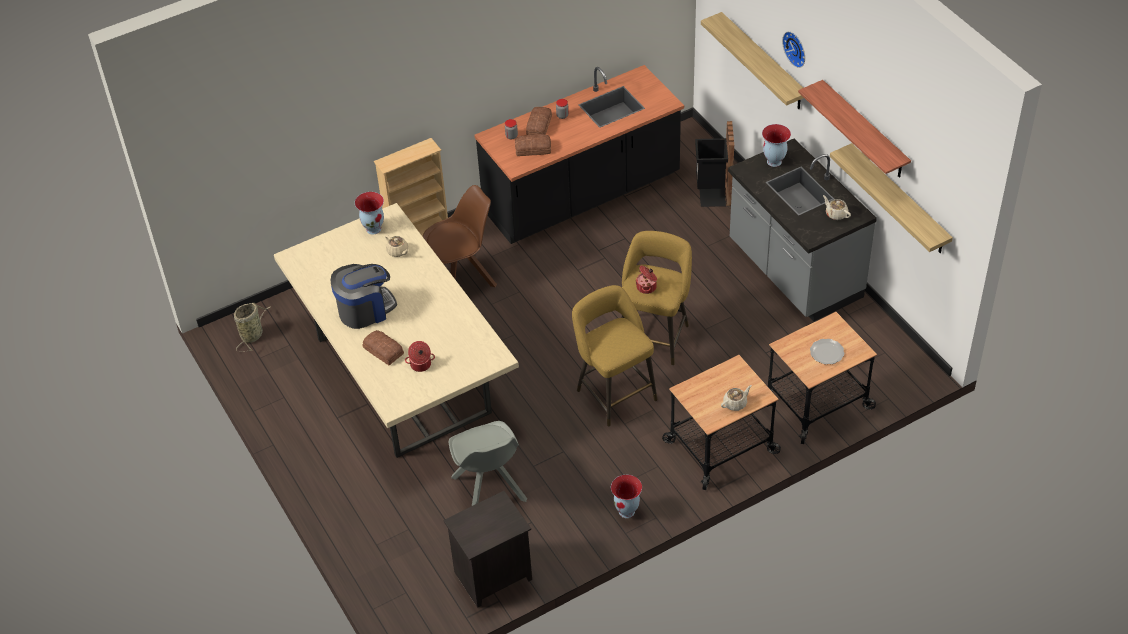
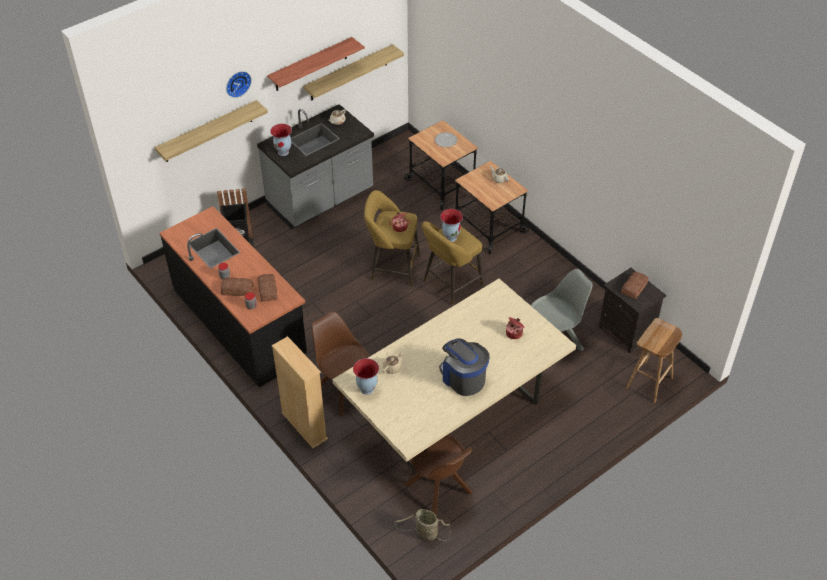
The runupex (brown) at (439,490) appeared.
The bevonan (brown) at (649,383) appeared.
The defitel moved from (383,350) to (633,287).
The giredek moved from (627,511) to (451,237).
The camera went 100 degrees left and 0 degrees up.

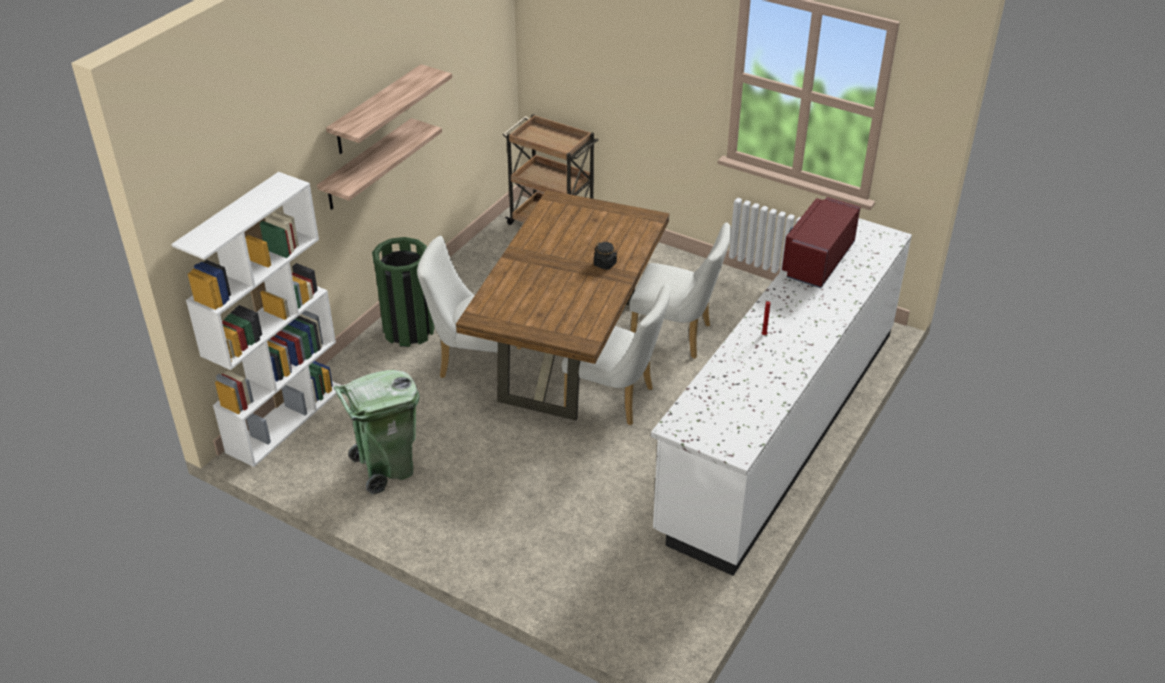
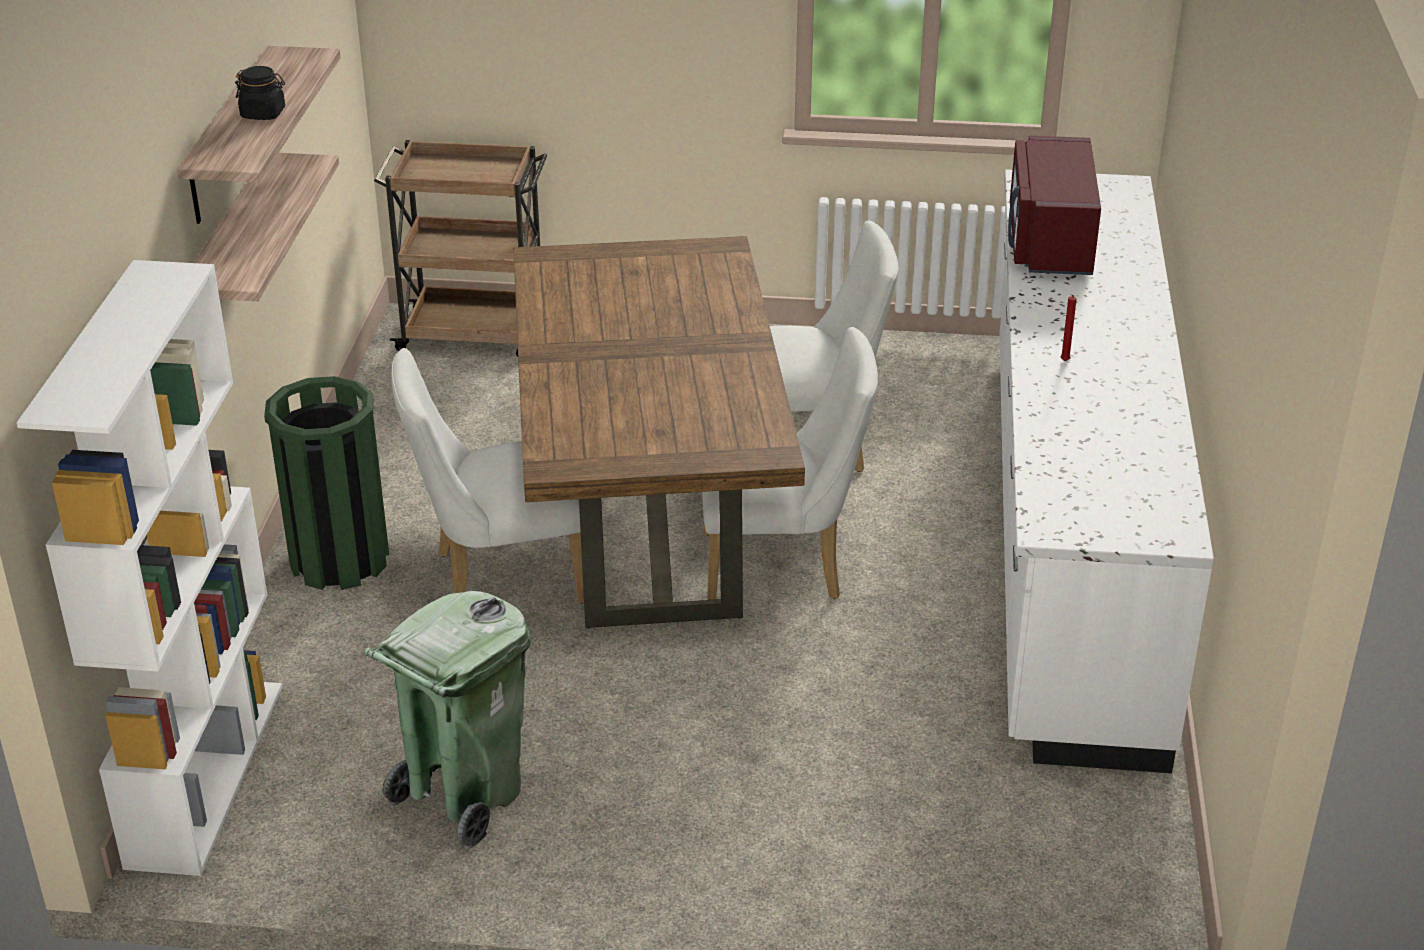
The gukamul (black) moved from (605,264) to (263,114).
The camera went 25 degrees left and 5 degrees down.

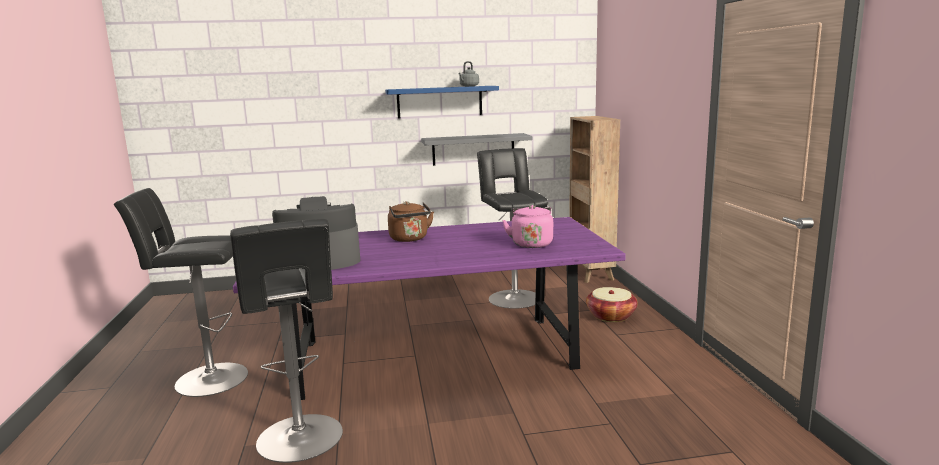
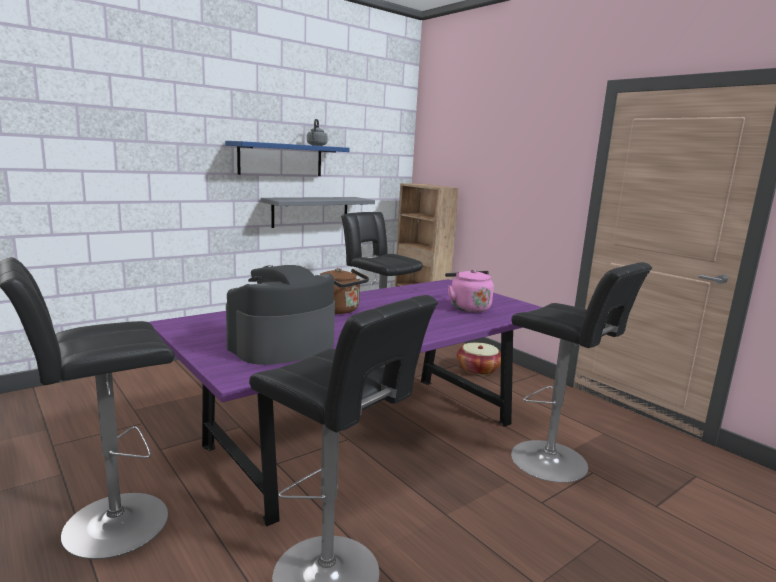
The bevonan (black) at (554,463) appeared.
The camera went 30 degrees left and 0 degrees up.

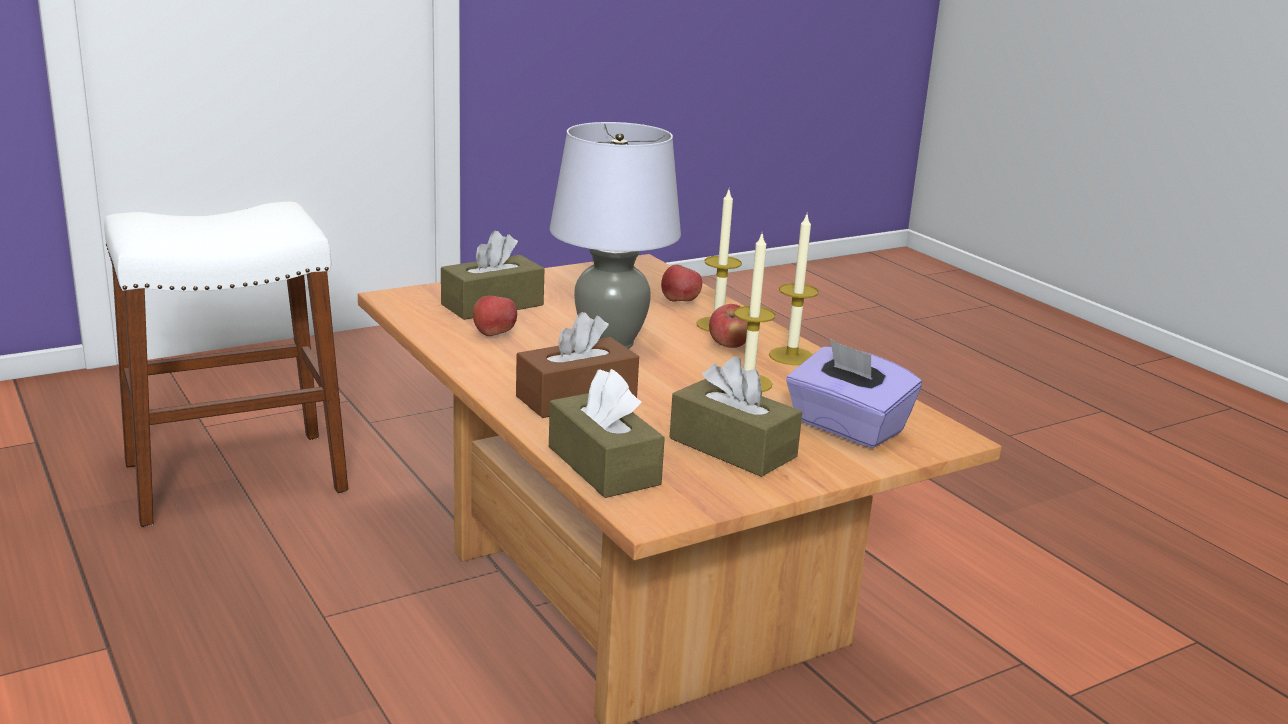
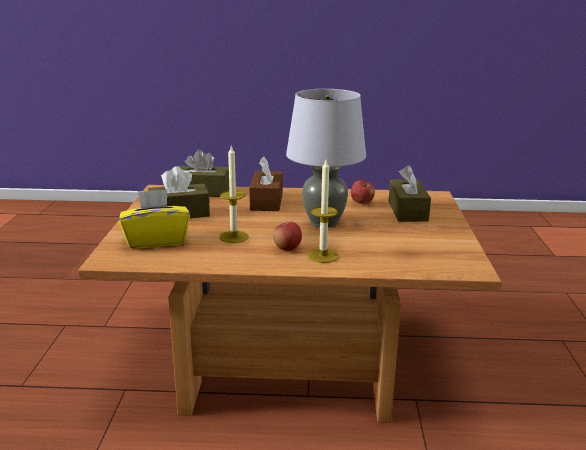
The bevonan (white) at (235,477) disappeared.
The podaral at (680,301) disappeared.
The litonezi at (791,356) disappeared.
The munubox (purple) at (846,427) became the munubox (yellow) at (156,240).
The camera went 125 degrees right and 0 degrees up.

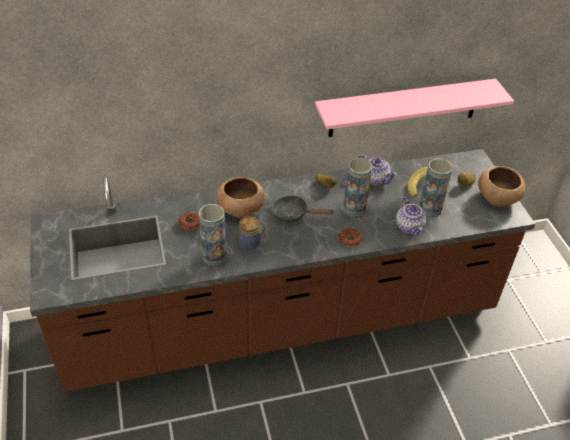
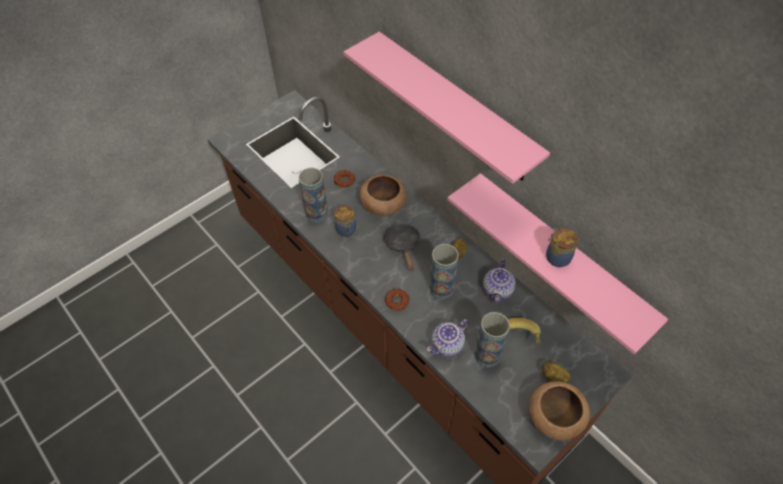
The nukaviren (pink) at (455,108) appeared.
The gukamul at (557,257) appeared.
The camera went 65 degrees right and 10 degrees up.

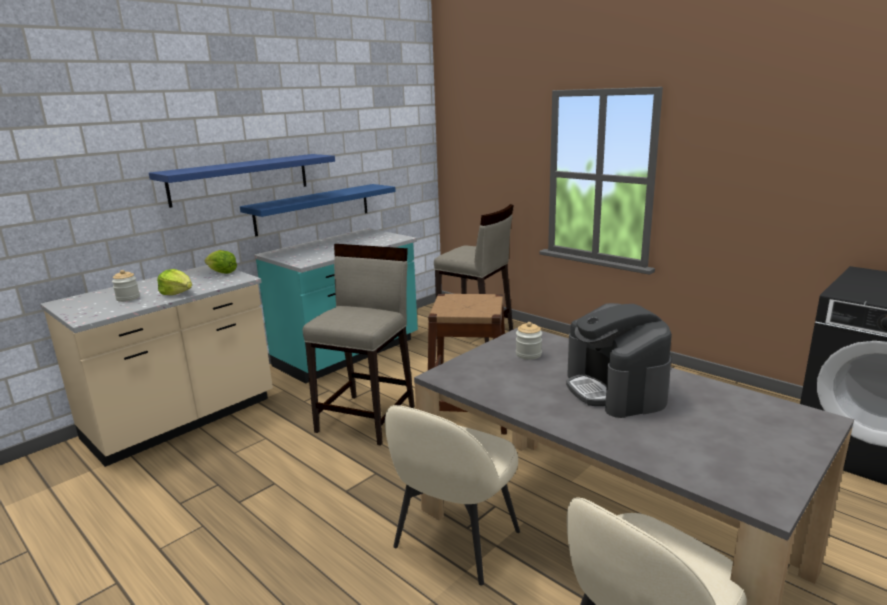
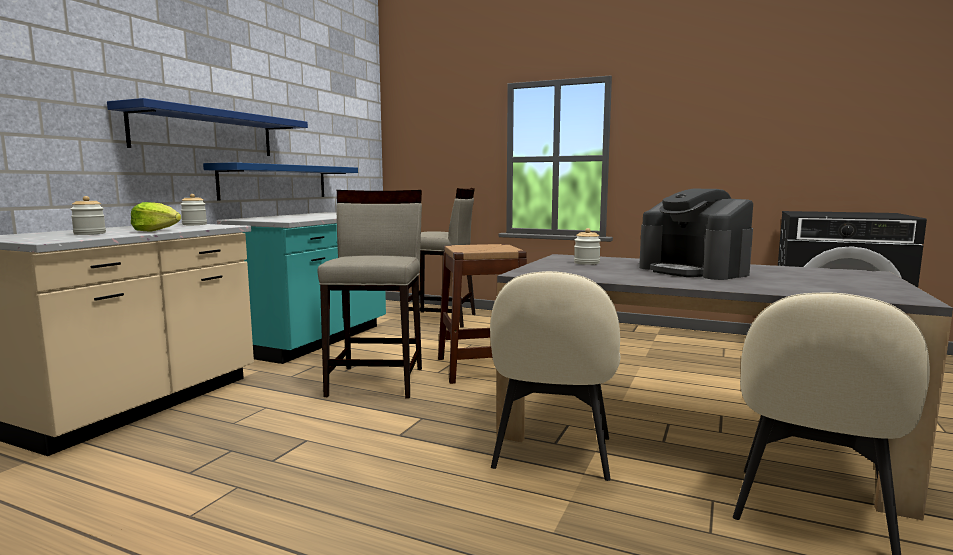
The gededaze at (222,272) was replaced by the gukamul at (194,224).
The camera went 20 degrees left and 10 degrees down.

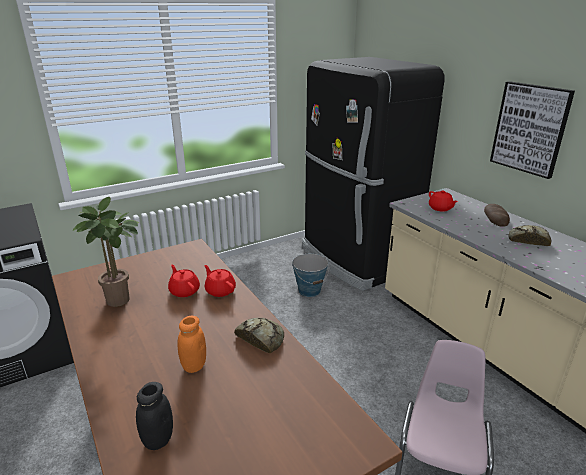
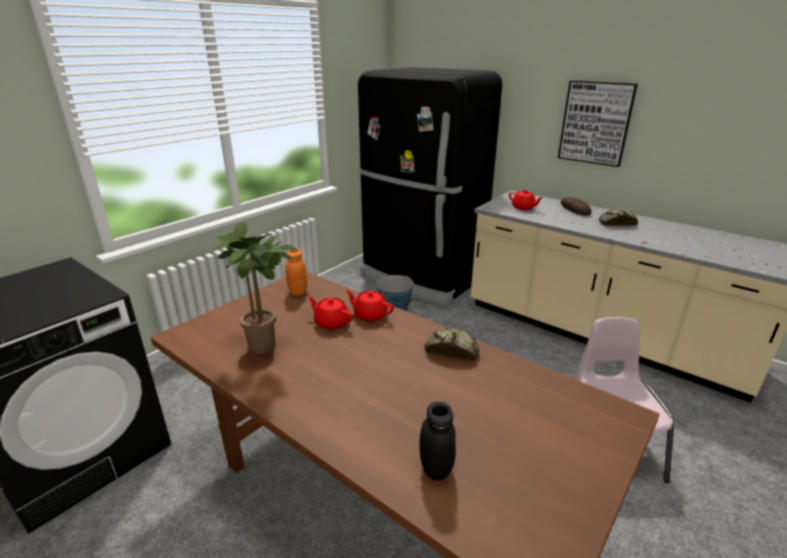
The gukamul (orange) moved from (194,365) to (298,292).
The camera went 20 degrees left and 0 degrees up.

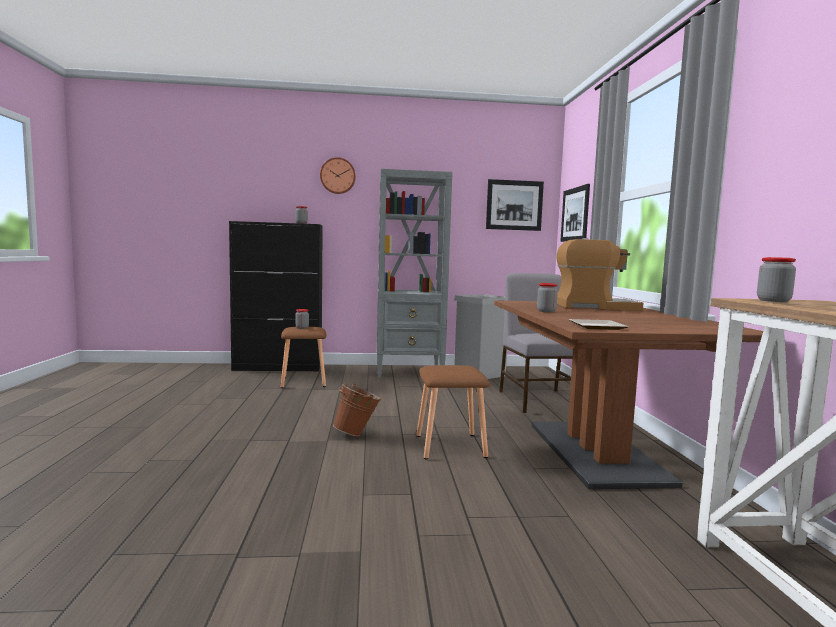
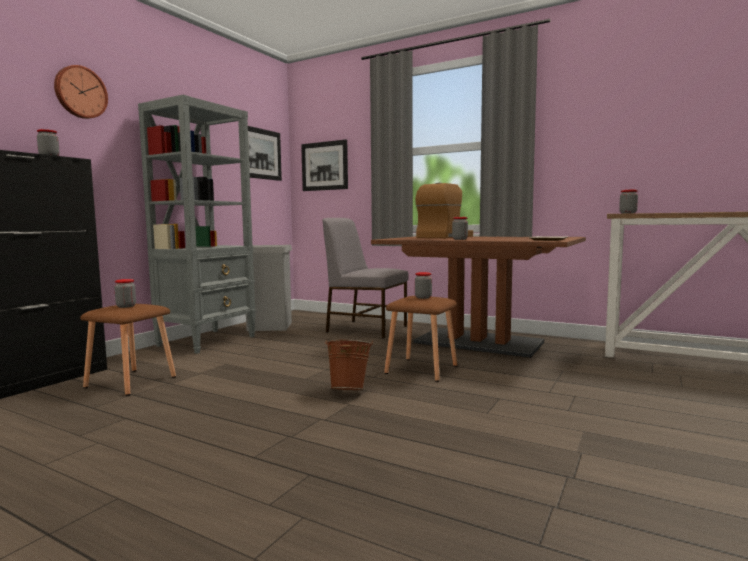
The gukamul at (423,297) appeared.
The camera went 55 degrees left and 0 degrees up.

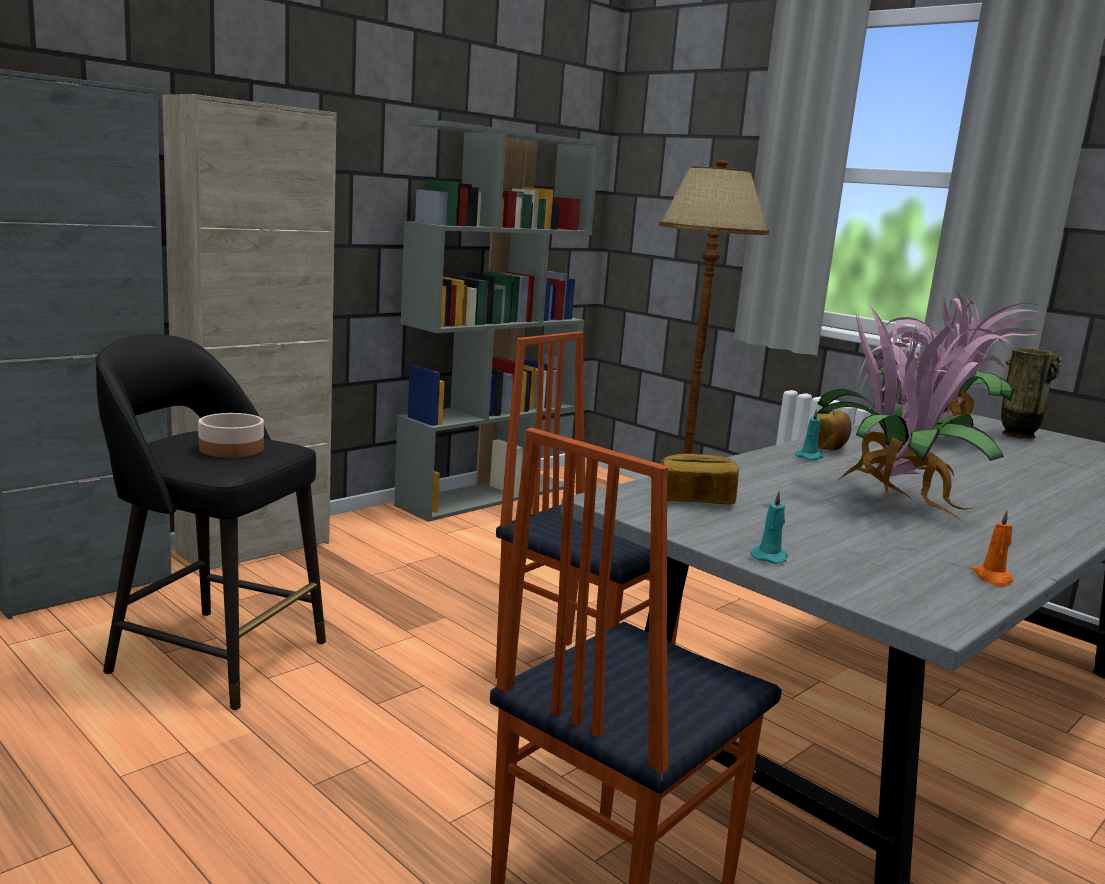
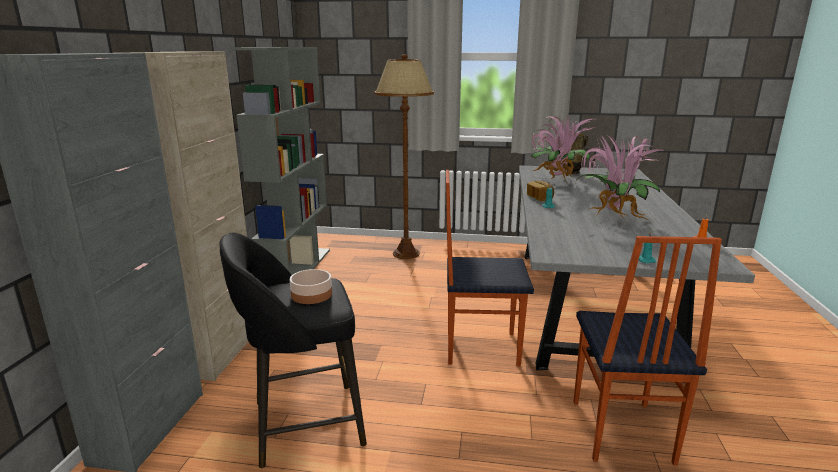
The defitel at (695,500) disappeared.
The camera went 35 degrees left and 5 degrees up.

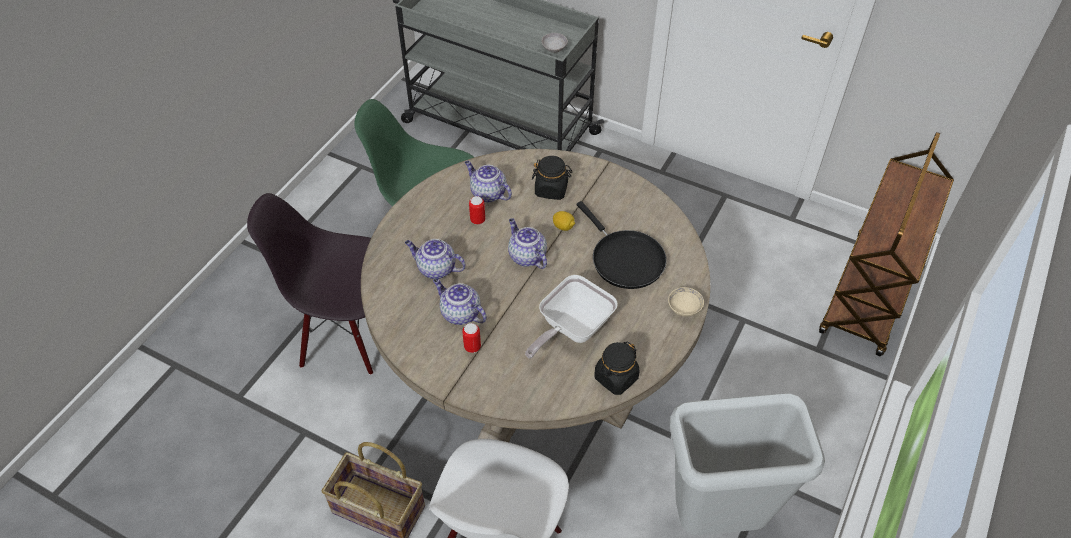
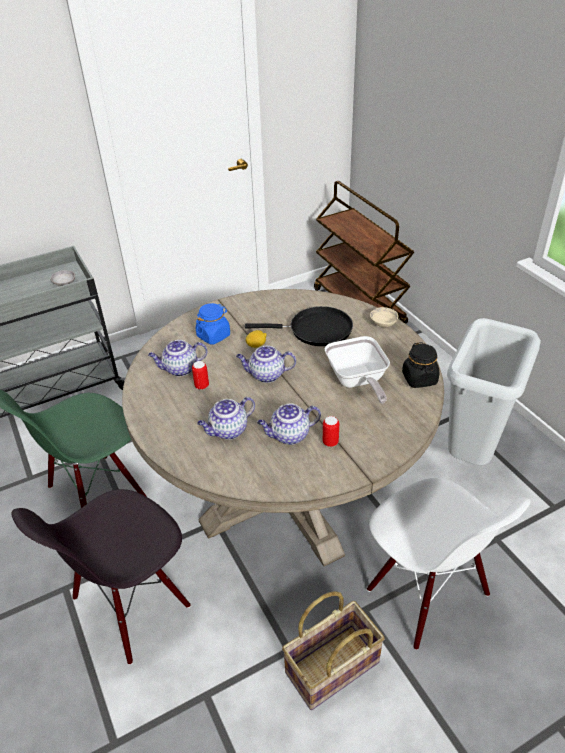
The gukamul (black) at (551,189) became the gukamul (blue) at (213,336).
The camera went 55 degrees left and 10 degrees down.

